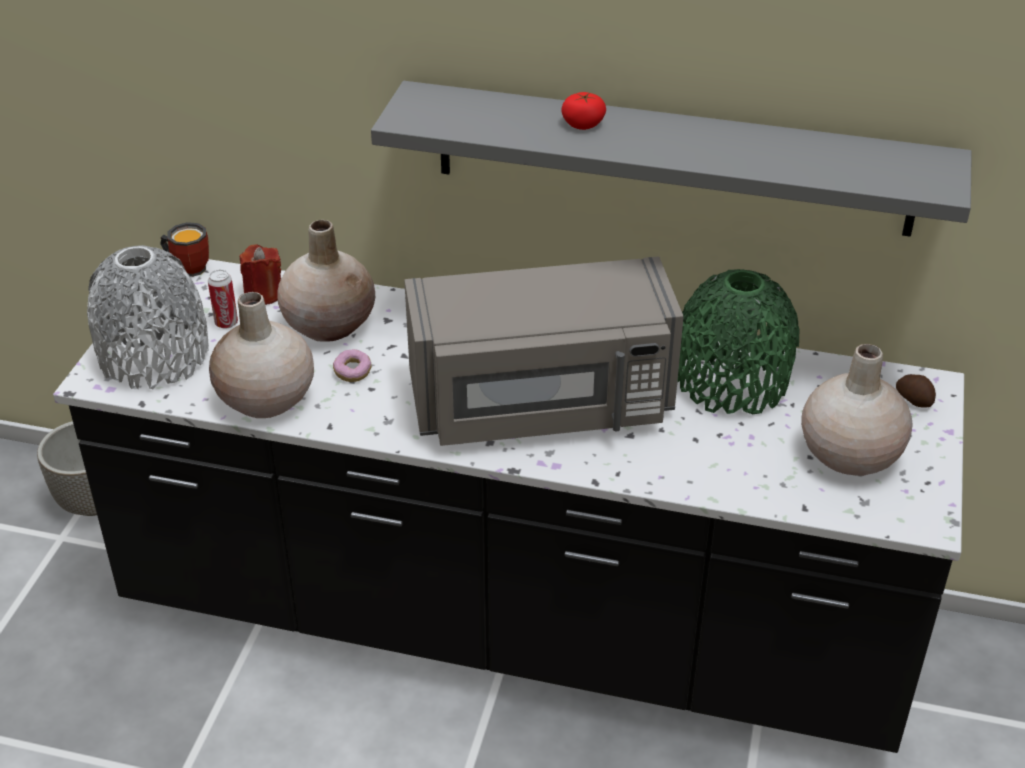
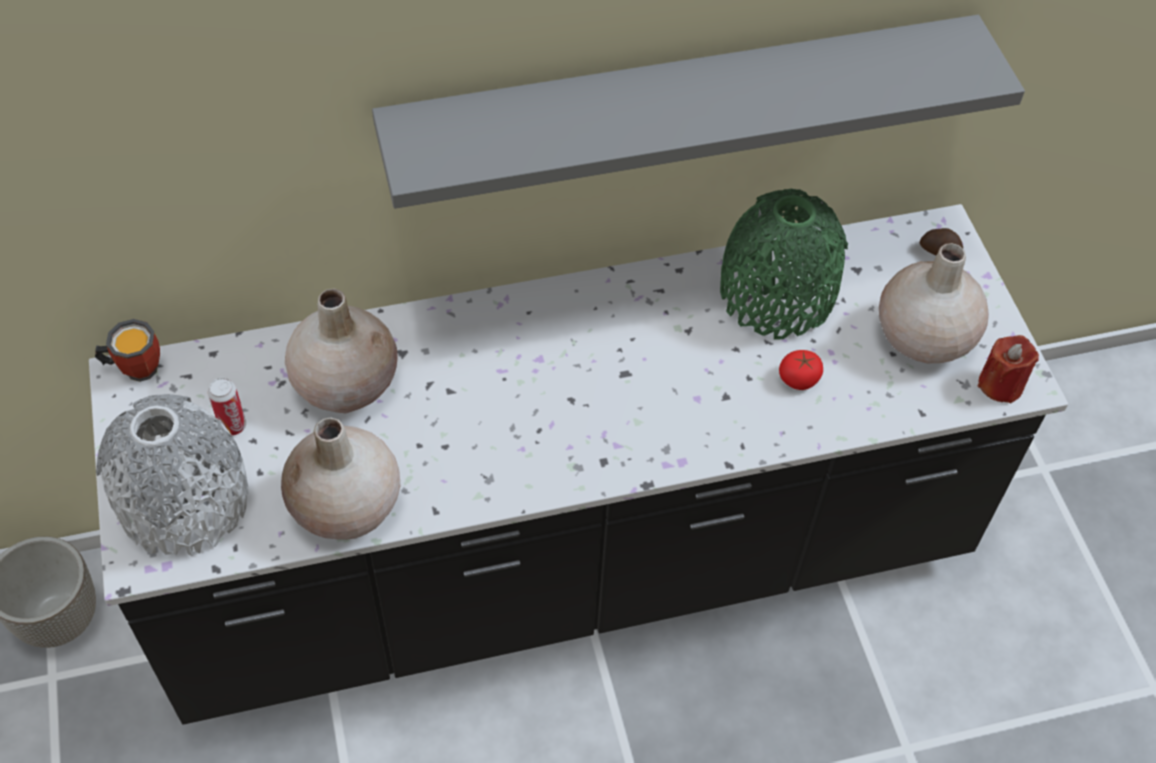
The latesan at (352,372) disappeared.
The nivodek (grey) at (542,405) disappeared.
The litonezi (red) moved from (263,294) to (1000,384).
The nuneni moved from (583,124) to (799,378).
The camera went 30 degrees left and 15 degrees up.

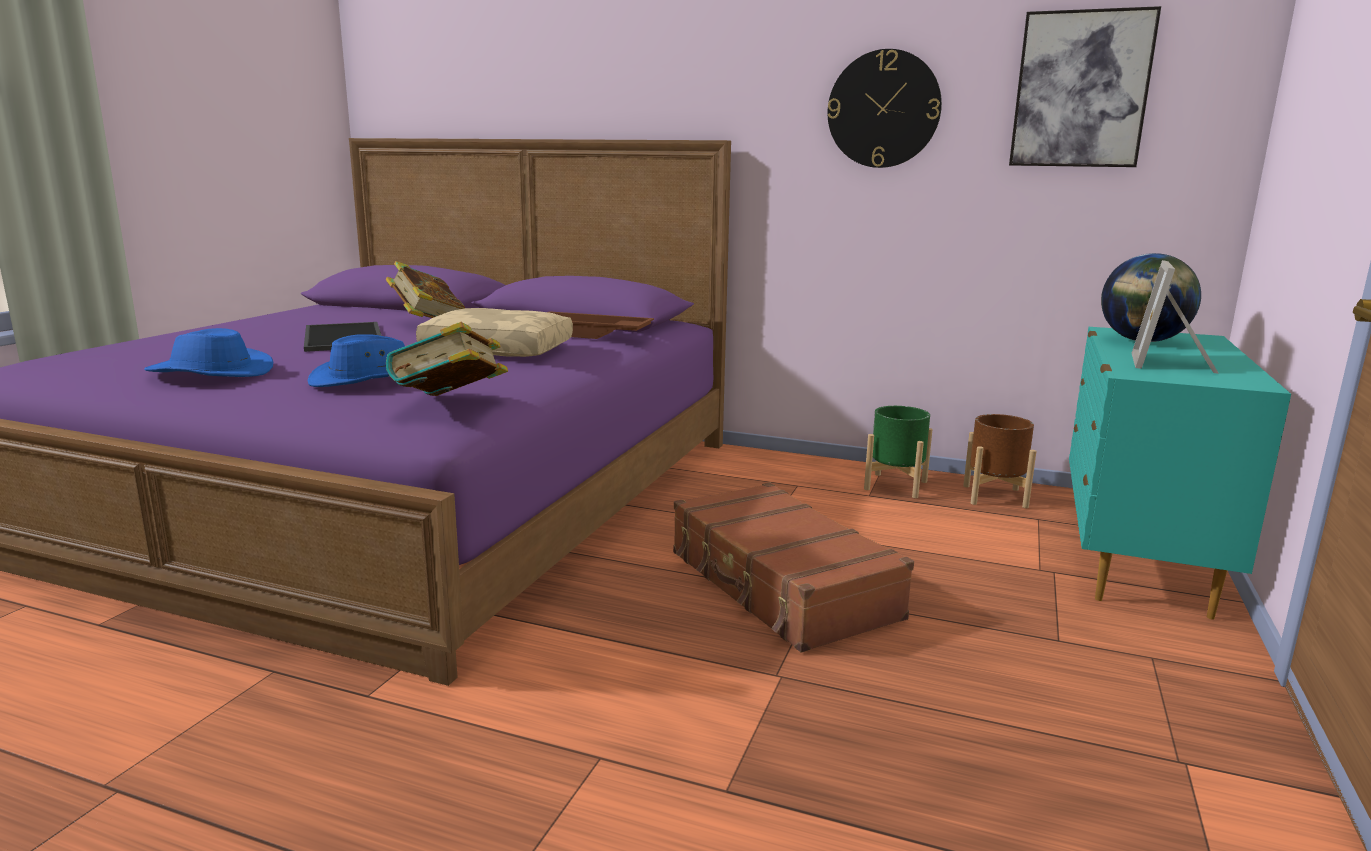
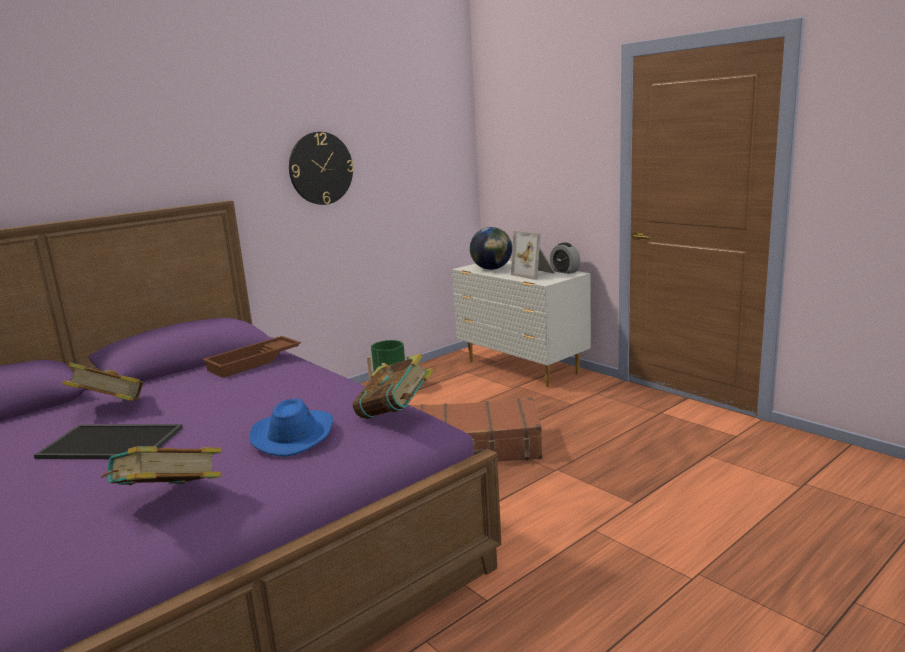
The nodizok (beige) at (499,349) disappeared.
The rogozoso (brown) at (995,496) disappeared.
The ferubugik at (1081,90) disappeared.
The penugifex at (565,271) appeared.
The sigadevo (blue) at (210,373) was replaced by the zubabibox at (169,500).
The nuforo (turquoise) at (1136,559) became the nuforo (white) at (522,368).
The camera went 60 degrees left and 0 degrees up.

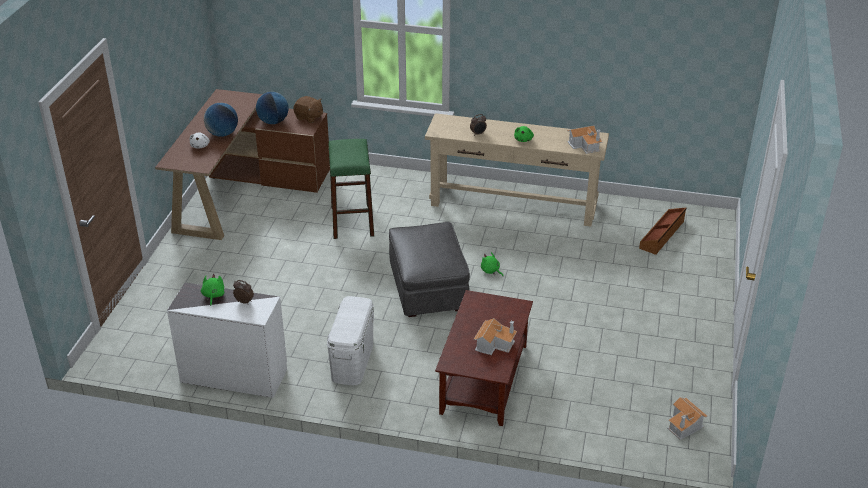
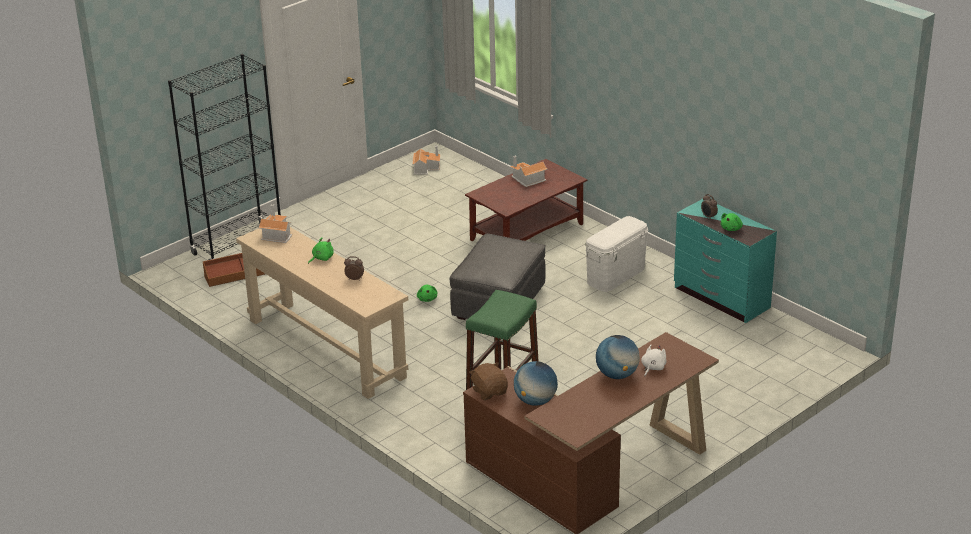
The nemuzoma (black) at (237,245) appeared.
The nuforo (white) at (234,374) became the nuforo (turquoise) at (721,298).
The camera went 145 degrees left and 5 degrees down.

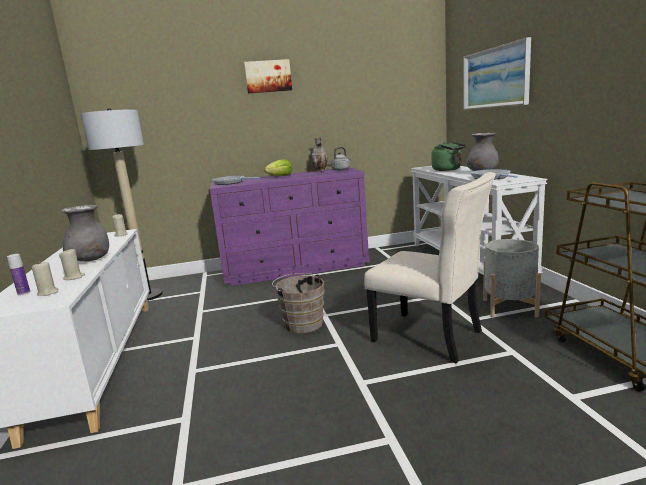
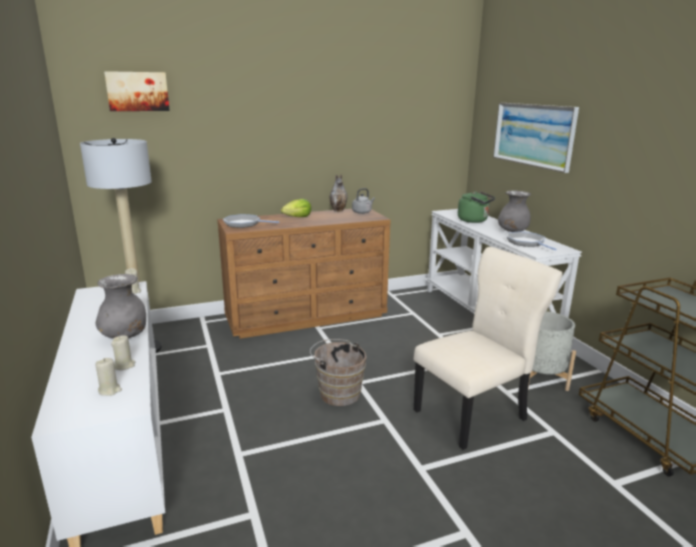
The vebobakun at (23,293) disappeared.
The ferubugik moved from (268,76) to (137,91).
The nuforo (purple) at (296,268) became the nuforo (brown) at (307,316).
The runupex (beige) at (431,338) turned 60 degrees counterclockwise.
The camera went 10 degrees left and 5 degrees up.

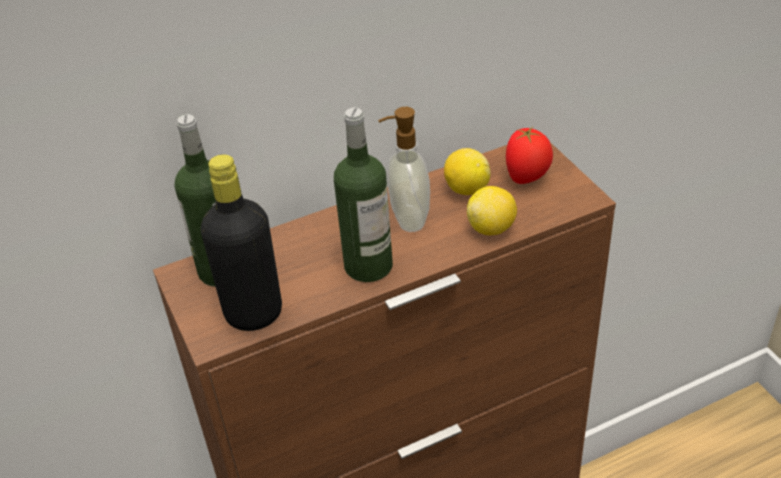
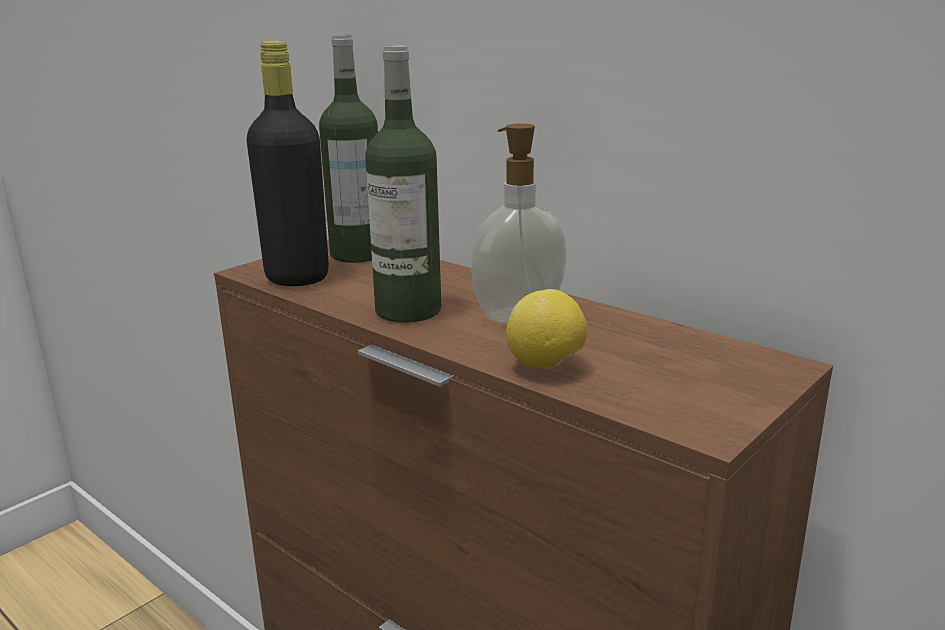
The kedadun at (466,189) disappeared.
The nuneni at (527,178) disappeared.
The camera went 65 degrees right and 20 degrees down.

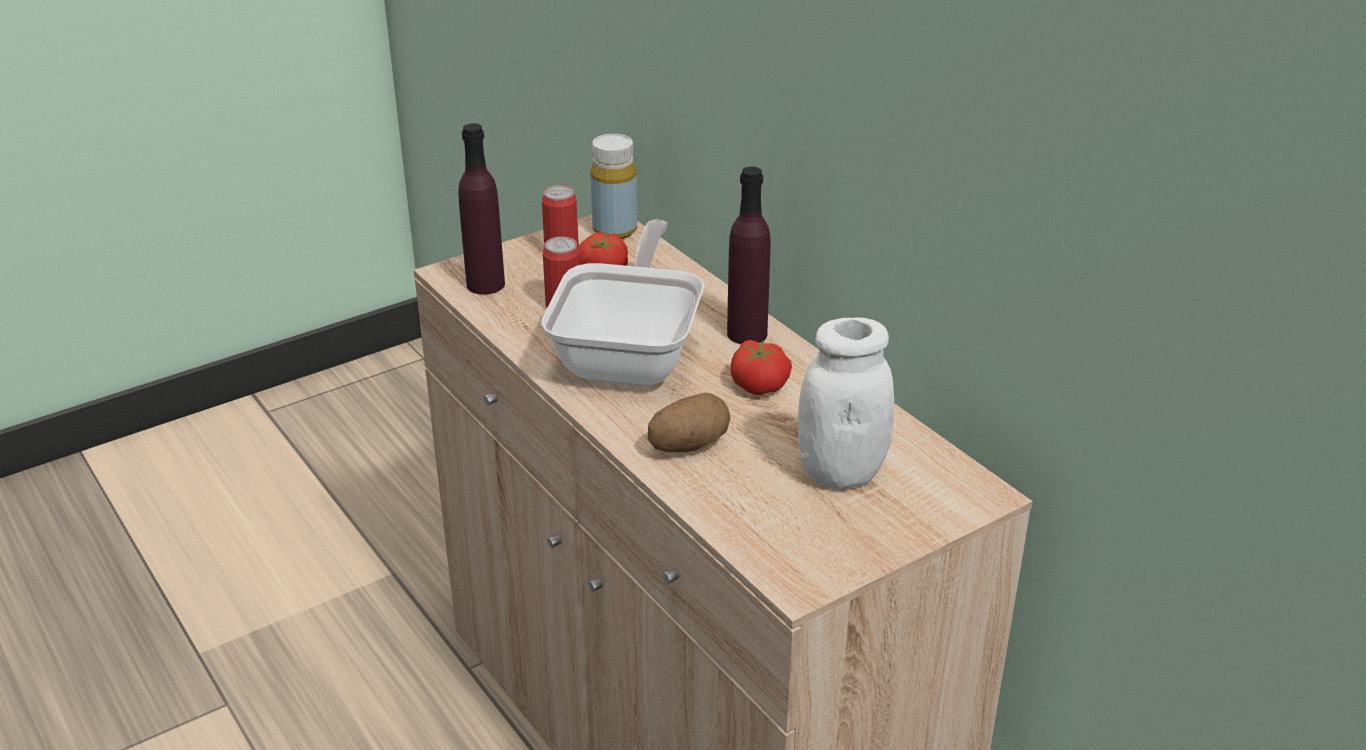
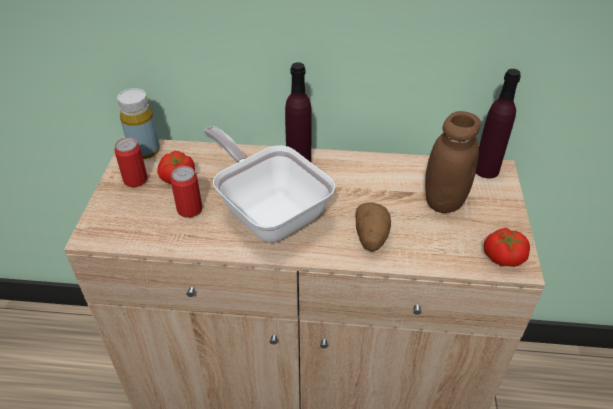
The vebobakun (purple) moved from (485,284) to (486,170).
The nuneni moved from (760,384) to (503,256).
The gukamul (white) at (841,473) became the gukamul (brown) at (444,201).
The camera went 50 degrees left and 10 degrees up.

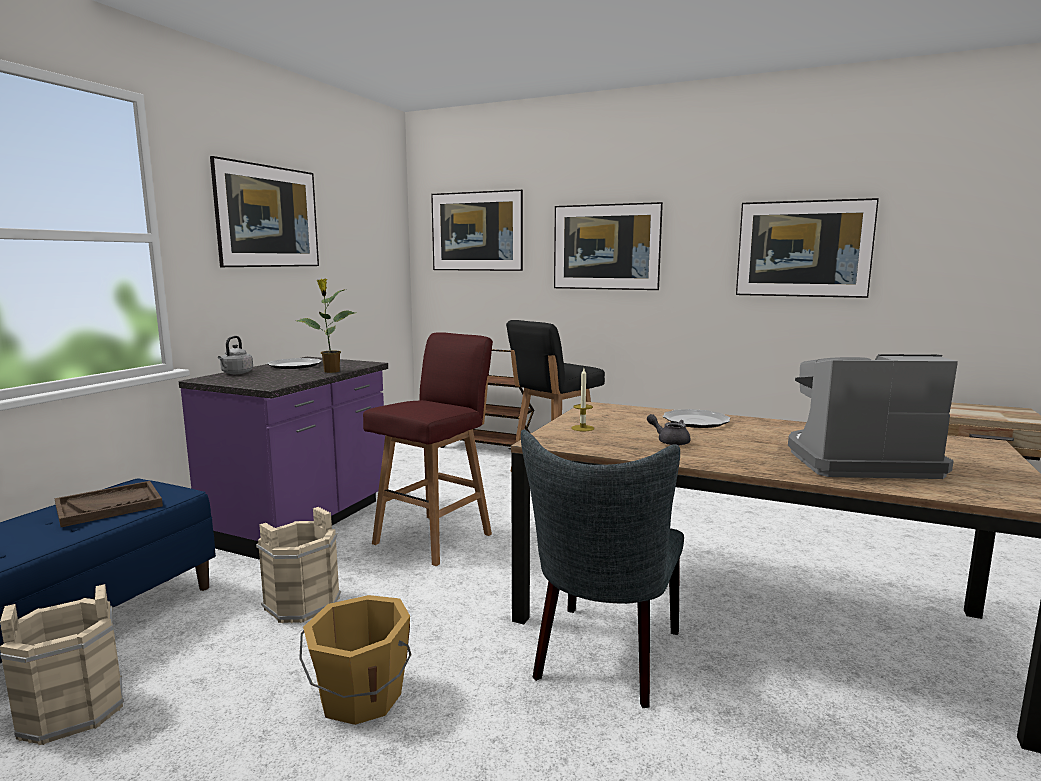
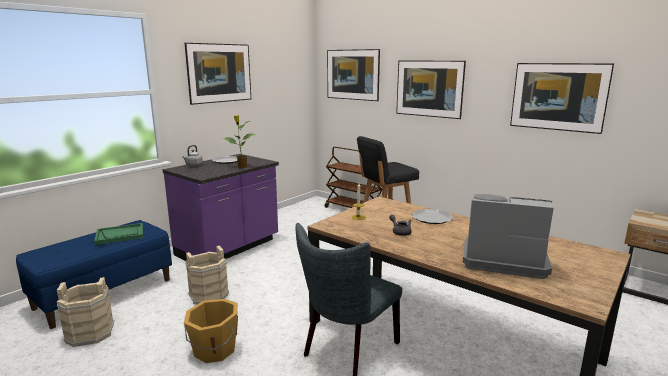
The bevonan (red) at (435,538) disappeared.
The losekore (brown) at (109,506) became the losekore (green) at (120,235).
The camera went 15 degrees right and 5 degrees up.

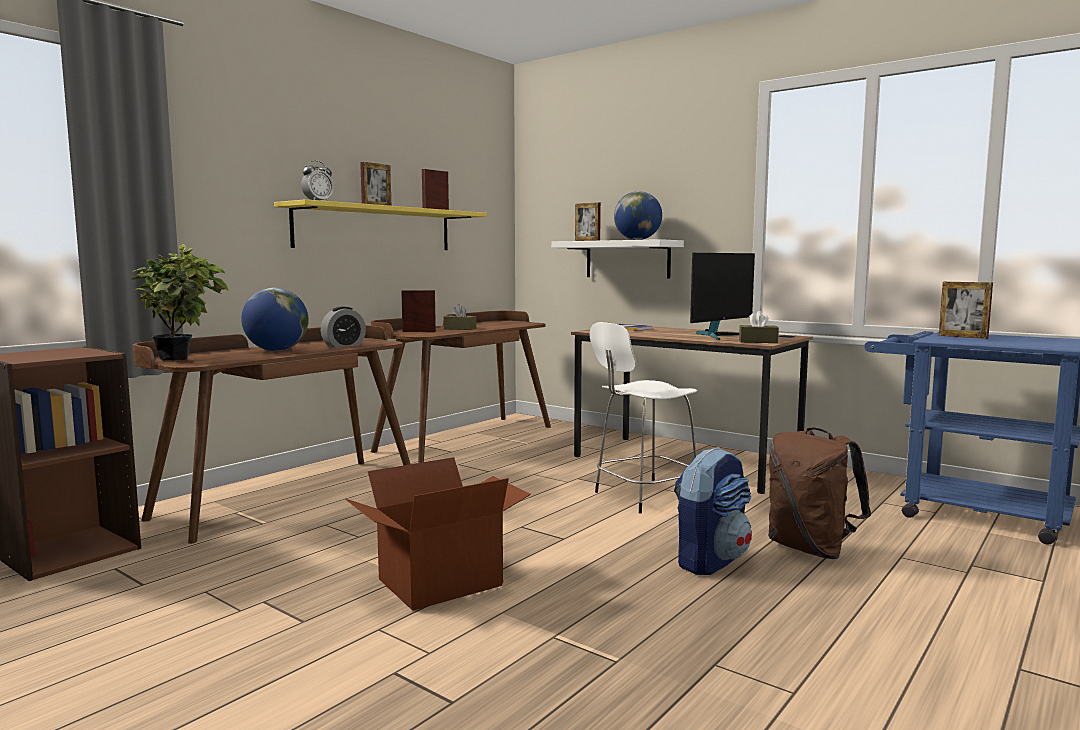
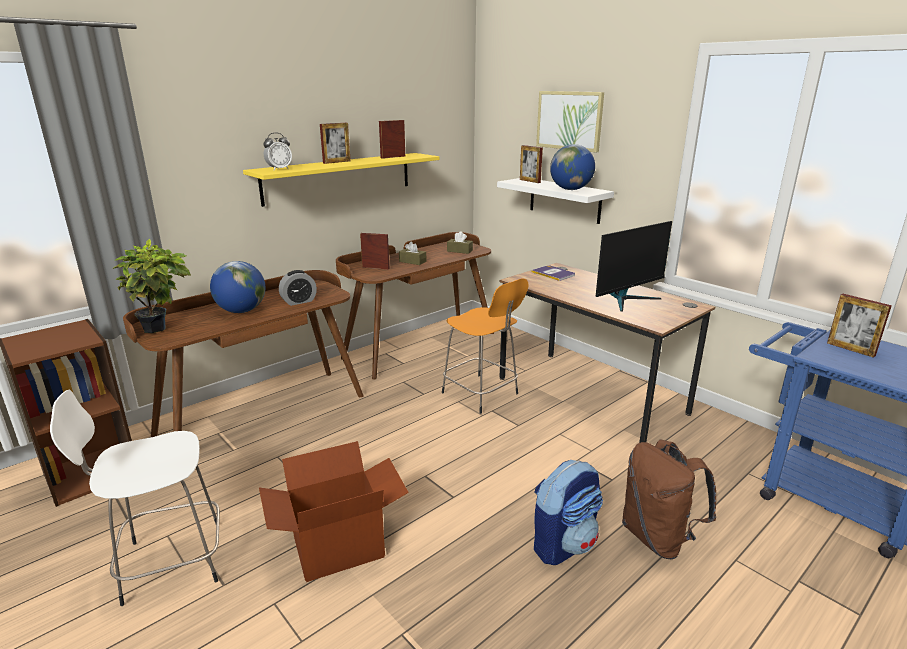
The bevonan (orange) at (482,394) appeared.
The ferubugik at (569,120) appeared.
The bevonan (white) moved from (643,497) to (168,562).
The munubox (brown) moved from (758,341) to (459,251).
The camera went 10 degrees right and 15 degrees up.

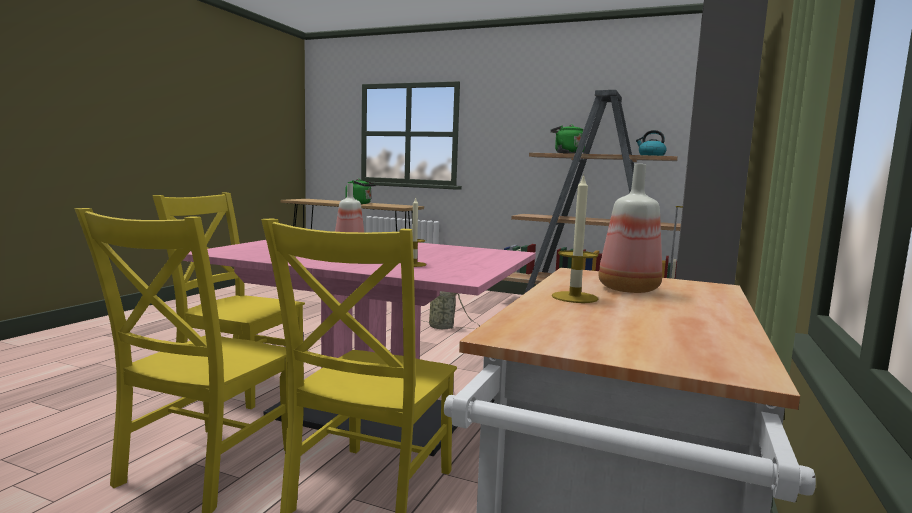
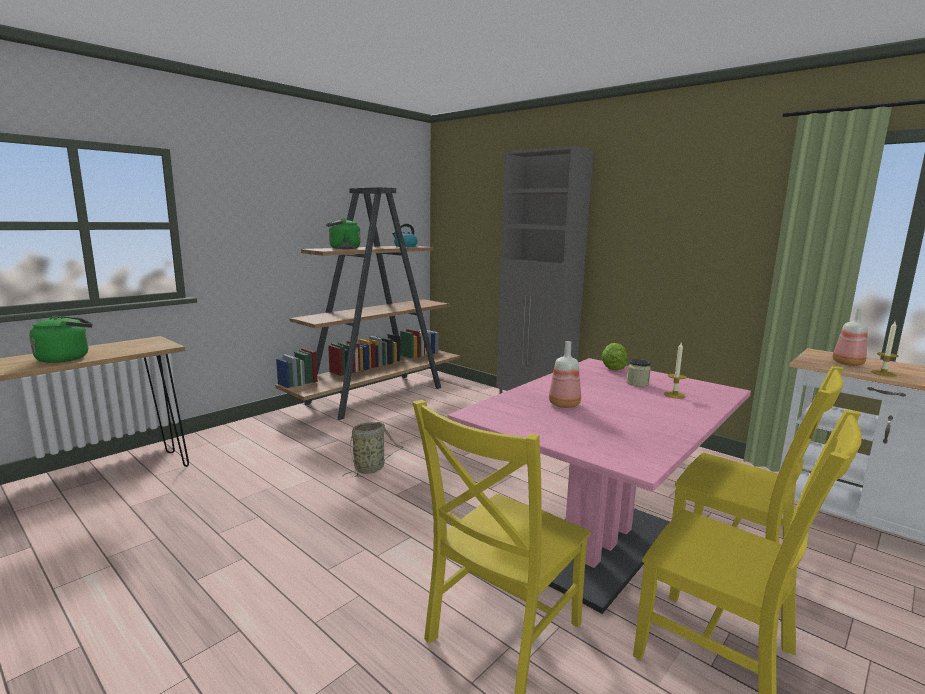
The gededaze at (613,367) appeared.
The gukamul at (637,383) appeared.
The camera went 70 degrees left and 5 degrees up.

